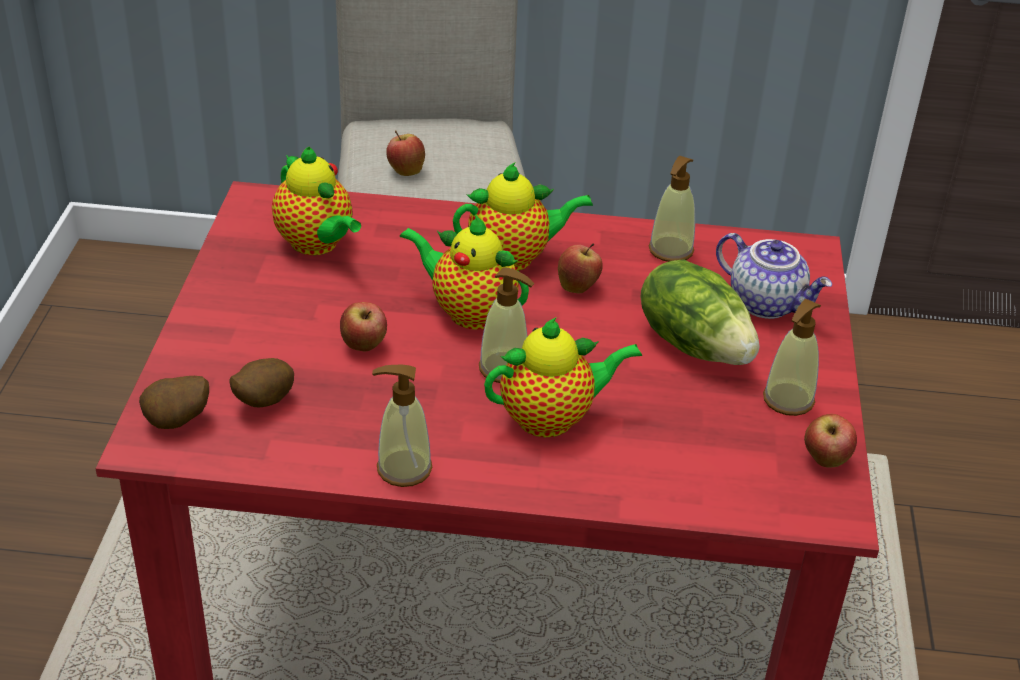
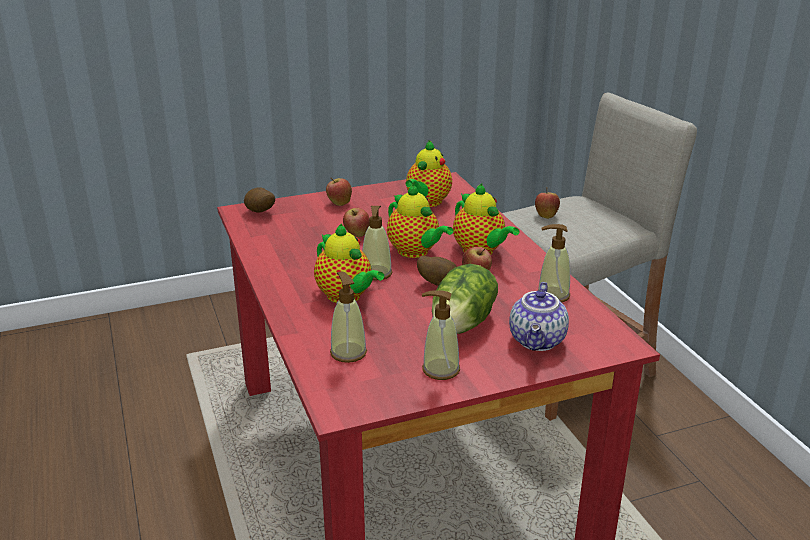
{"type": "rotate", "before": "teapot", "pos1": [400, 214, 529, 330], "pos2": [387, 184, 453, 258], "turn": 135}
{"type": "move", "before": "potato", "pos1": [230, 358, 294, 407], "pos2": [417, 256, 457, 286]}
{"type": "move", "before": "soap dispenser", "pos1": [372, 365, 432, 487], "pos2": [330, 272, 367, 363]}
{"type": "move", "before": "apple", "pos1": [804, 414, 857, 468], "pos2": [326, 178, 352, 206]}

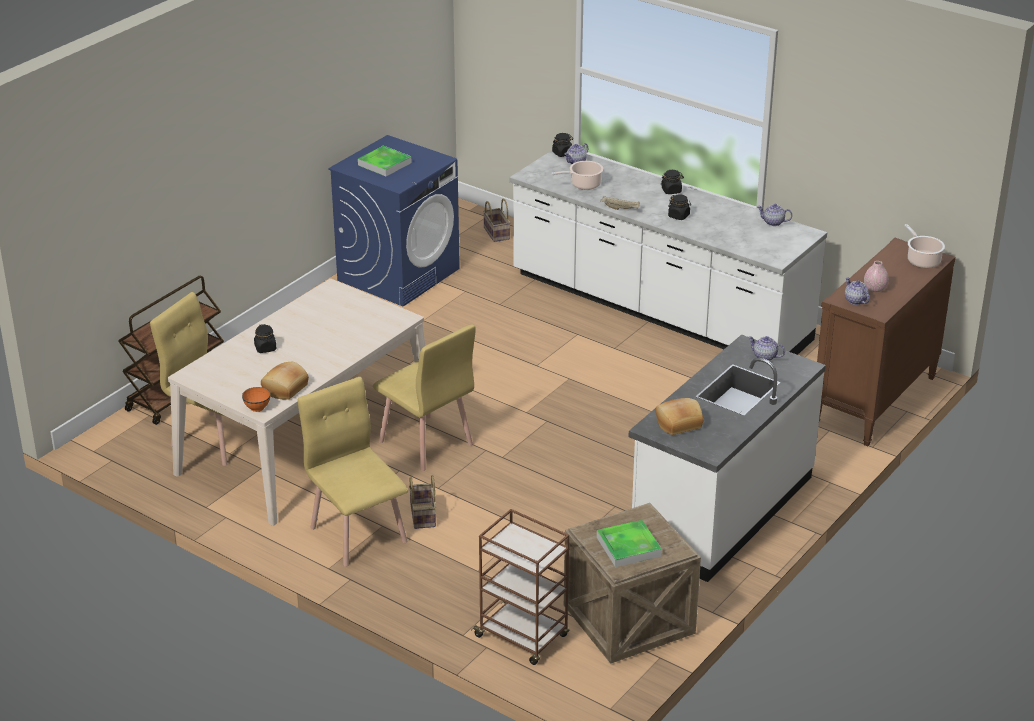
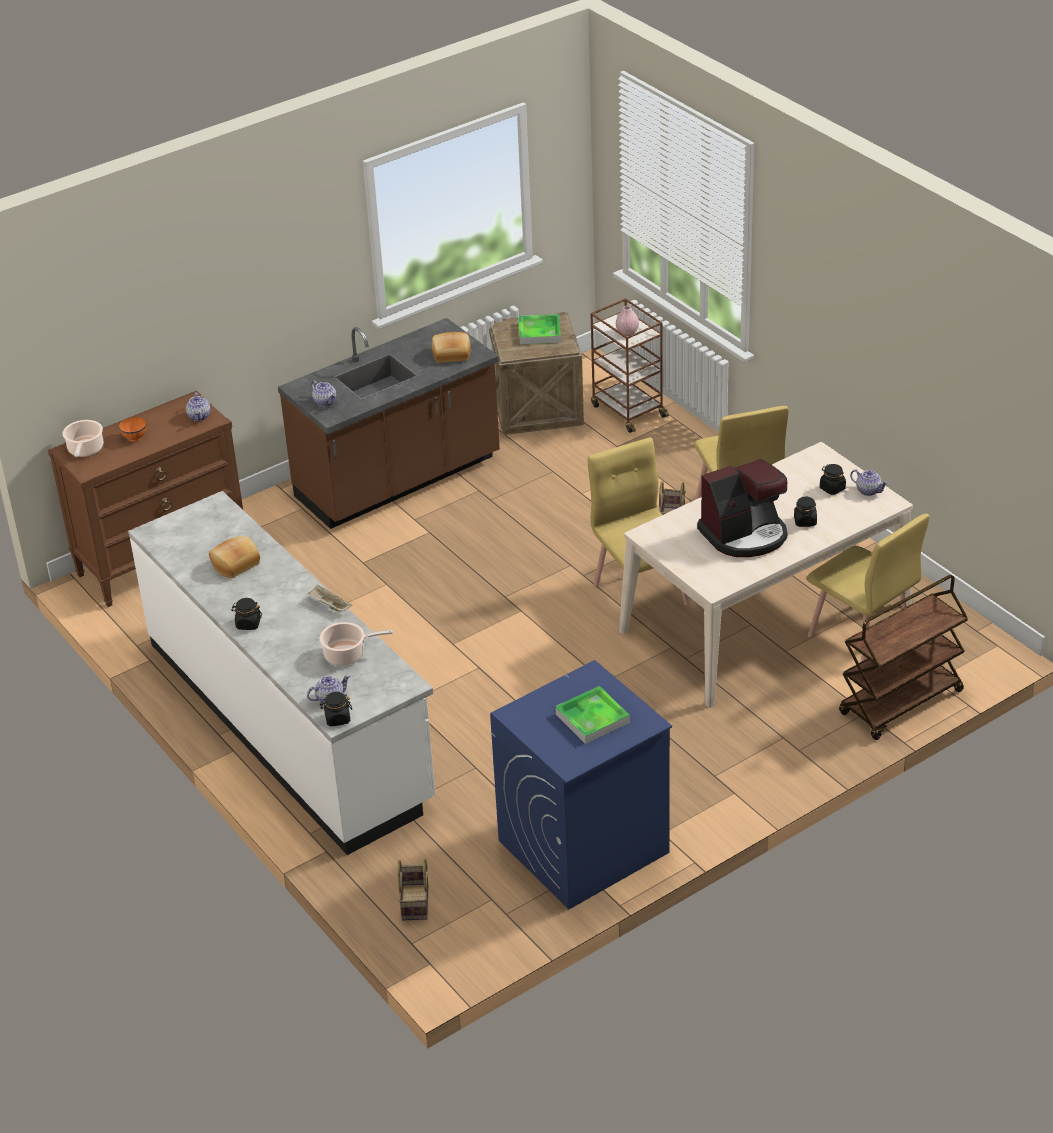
{"type": "move", "before": "black jar", "pos1": [668, 194, 691, 220], "pos2": [820, 464, 846, 495]}
{"type": "move", "before": "teapot", "pos1": [757, 204, 792, 226], "pos2": [850, 469, 888, 496]}
{"type": "move", "before": "pink vase", "pos1": [864, 261, 889, 292], "pos2": [616, 306, 639, 336]}
{"type": "recolor", "before": "white counter", "after": "brown counter", "pos1": [629, 334, 826, 582], "pos2": [278, 318, 500, 529]}
{"type": "move", "before": "bread", "pos1": [261, 362, 309, 400], "pos2": [209, 536, 260, 578]}
{"type": "move", "before": "orange bowl", "pos1": [242, 387, 270, 412], "pos2": [119, 417, 147, 441]}
{"type": "insert", "after": "coffee machine", "pos2": [697, 459, 787, 557]}

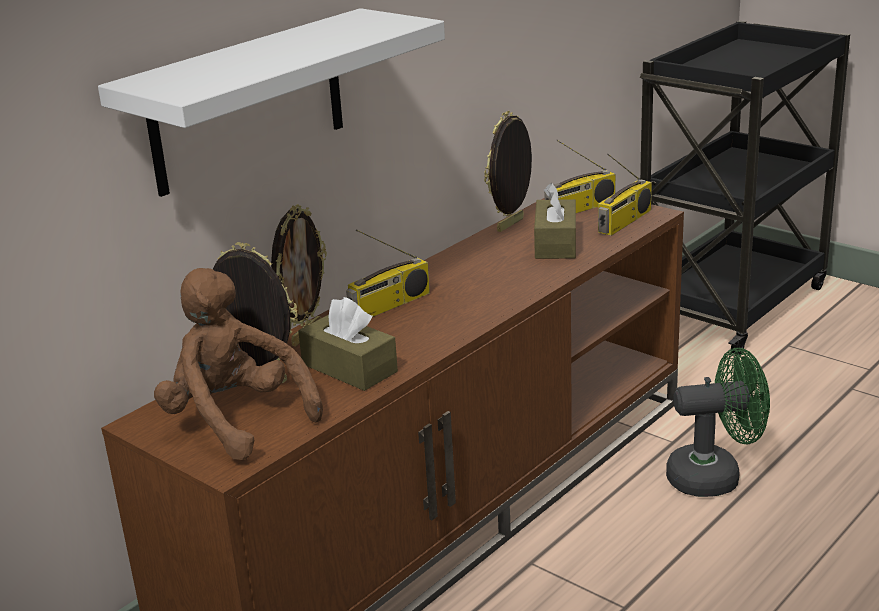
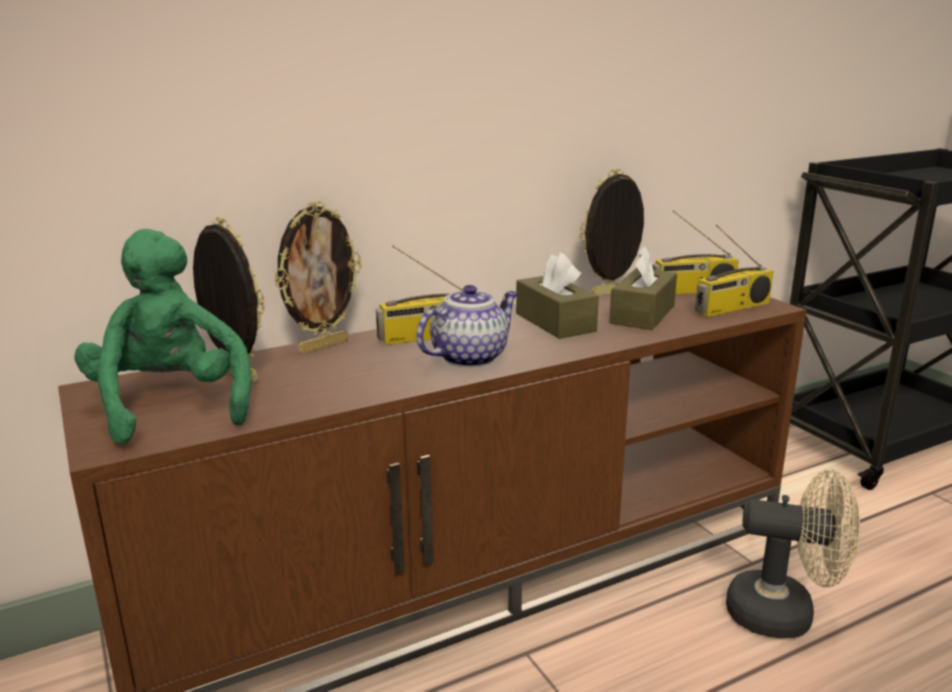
{"type": "delete", "before": "white shelf", "pos1": [98, 8, 445, 197]}
{"type": "recolor", "before": "brown plush toy", "after": "green plush toy", "pos1": [154, 268, 323, 460], "pos2": [74, 229, 251, 444]}
{"type": "move", "before": "brown tissue box", "pos1": [298, 297, 398, 391], "pos2": [516, 252, 599, 339]}
{"type": "recolor", "before": "green fan", "after": "beige fan", "pos1": [666, 348, 770, 497], "pos2": [726, 470, 860, 638]}
{"type": "insert", "after": "teapot", "pos2": [416, 285, 518, 368]}

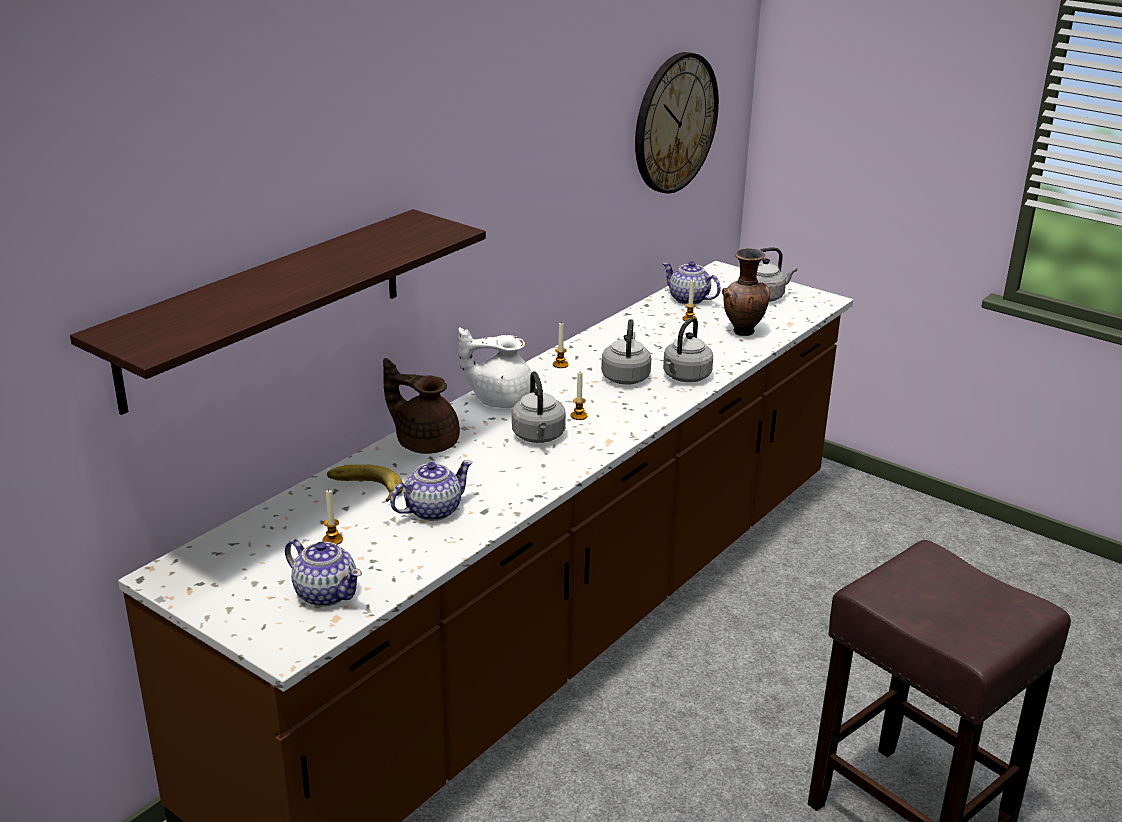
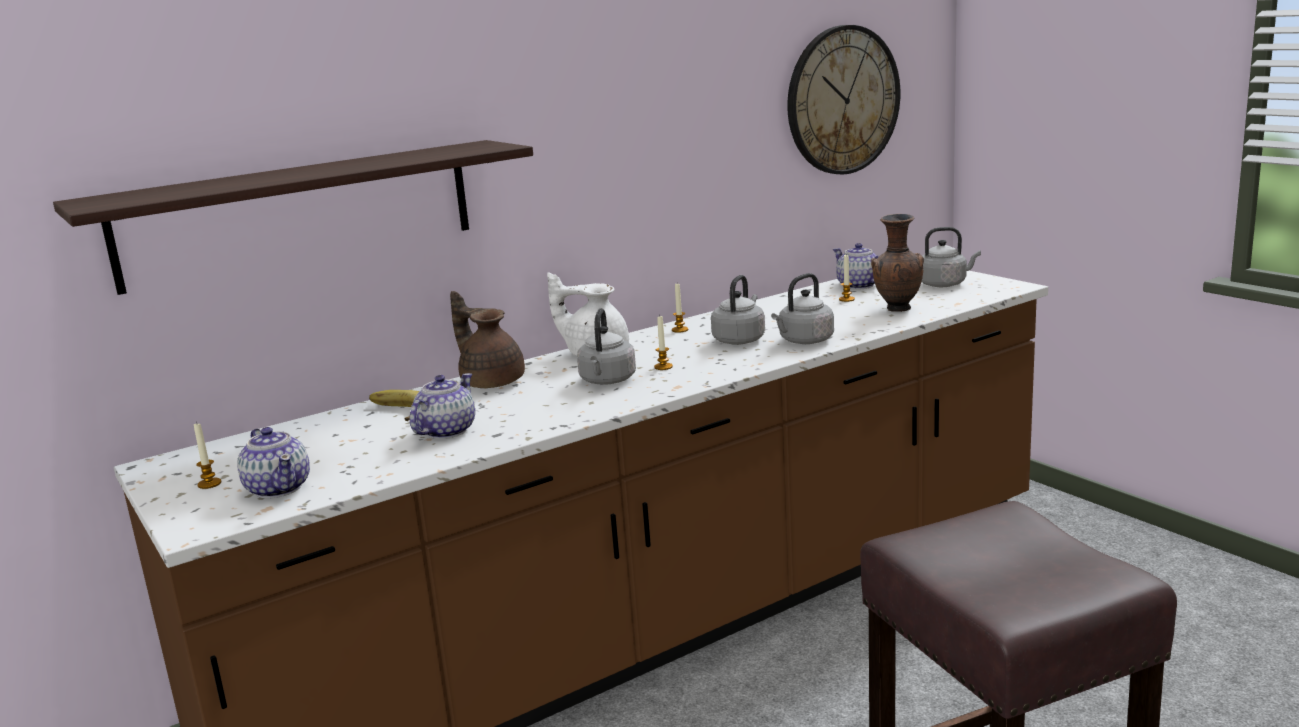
{"type": "rotate", "before": "teapot", "pos1": [390, 460, 473, 521], "pos2": [410, 373, 475, 439], "turn": -45}
{"type": "move", "before": "candle", "pos1": [323, 489, 343, 545], "pos2": [194, 422, 221, 489]}

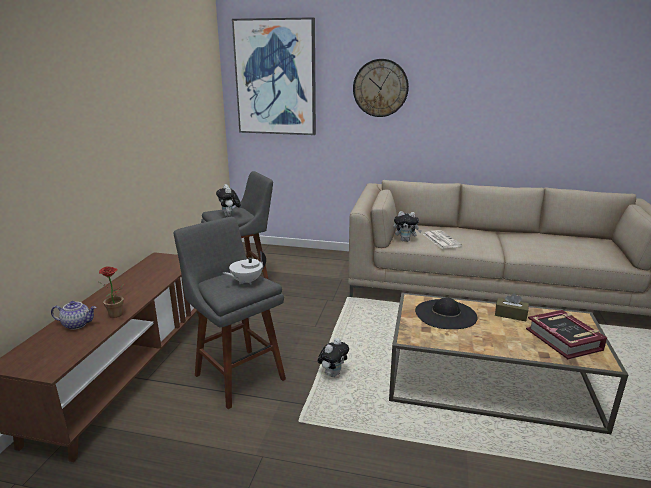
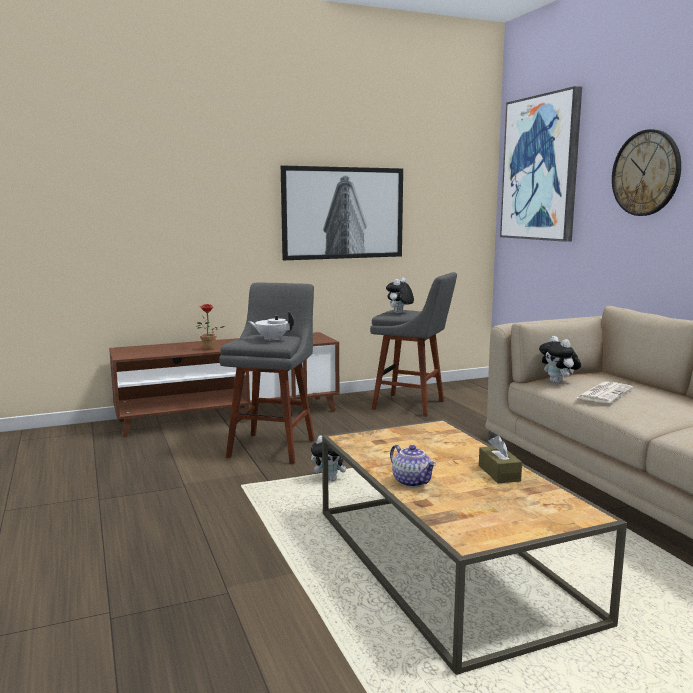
{"type": "delete", "before": "black hat", "pos1": [415, 297, 477, 329]}
{"type": "move", "before": "teapot", "pos1": [51, 301, 97, 330], "pos2": [390, 445, 436, 487]}
{"type": "delete", "before": "book", "pos1": [526, 310, 607, 359]}
{"type": "insert", "after": "picture", "pos2": [281, 165, 403, 260]}

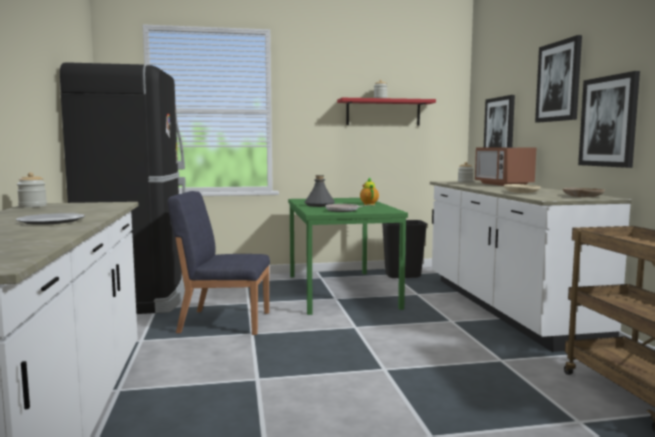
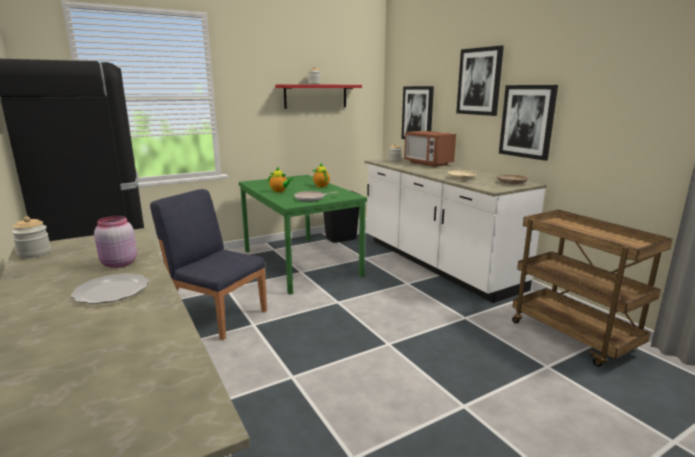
{"type": "replace", "before": "grey bottle", "after": "teapot", "pos1": [304, 175, 335, 207], "pos2": [268, 167, 294, 193]}
{"type": "rotate", "before": "blue chair", "pos1": [168, 191, 270, 335], "pos2": [150, 189, 267, 340], "turn": 45}
{"type": "insert", "after": "pink jar", "pos2": [94, 216, 137, 268]}

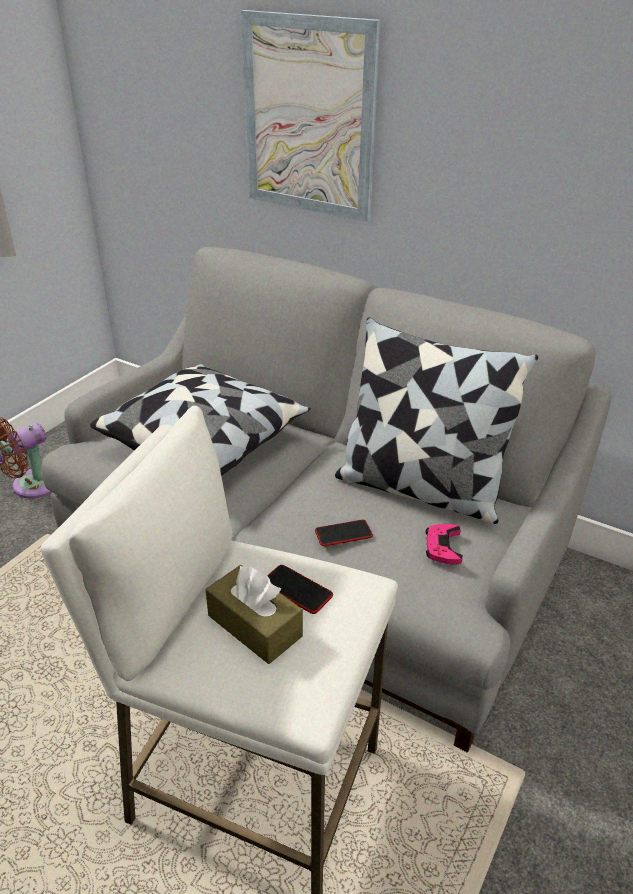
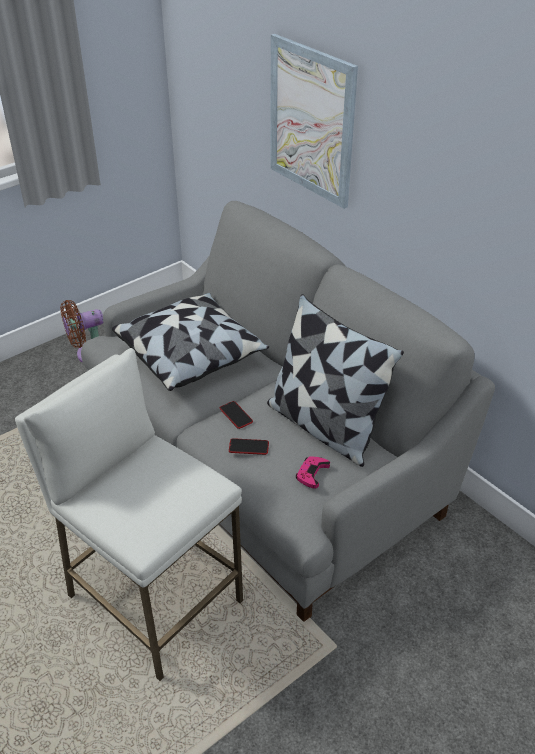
{"type": "delete", "before": "brown tissue box", "pos1": [205, 565, 303, 664]}
{"type": "move", "before": "phone", "pos1": [267, 565, 333, 614], "pos2": [220, 401, 253, 429]}

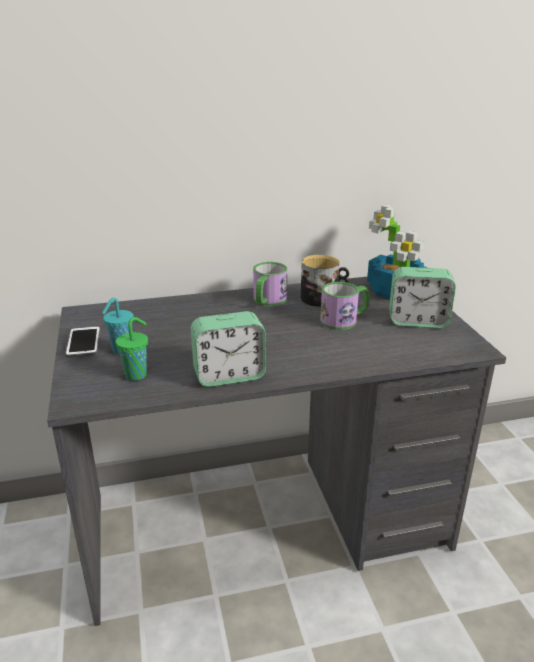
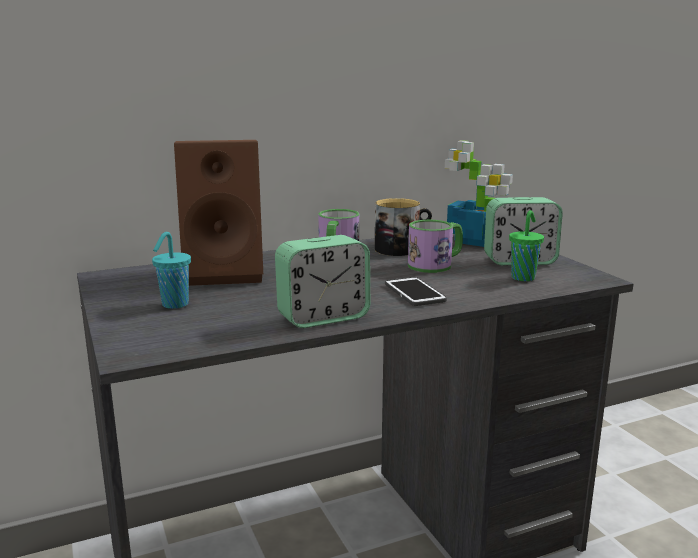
{"type": "move", "before": "green cup", "pos1": [116, 317, 148, 381], "pos2": [509, 210, 544, 281]}
{"type": "move", "before": "phone", "pos1": [65, 326, 100, 358], "pos2": [385, 277, 447, 306]}
{"type": "insert", "after": "brown speaker", "pos2": [174, 140, 263, 286]}

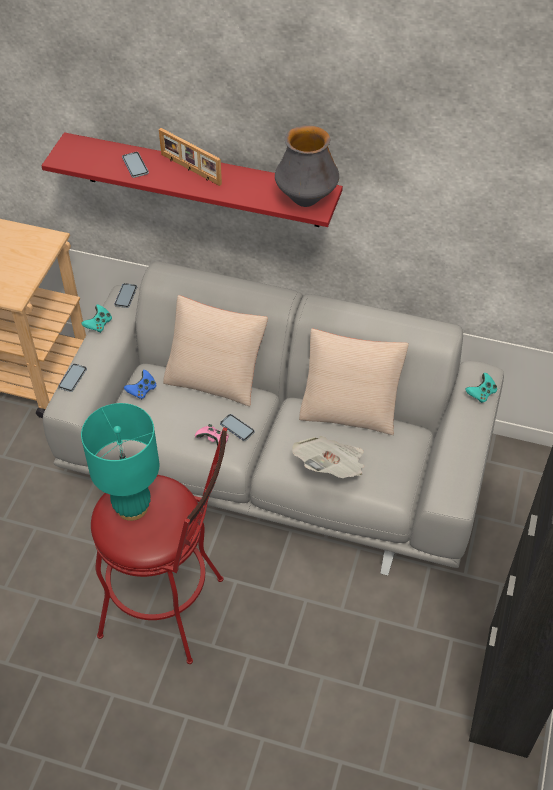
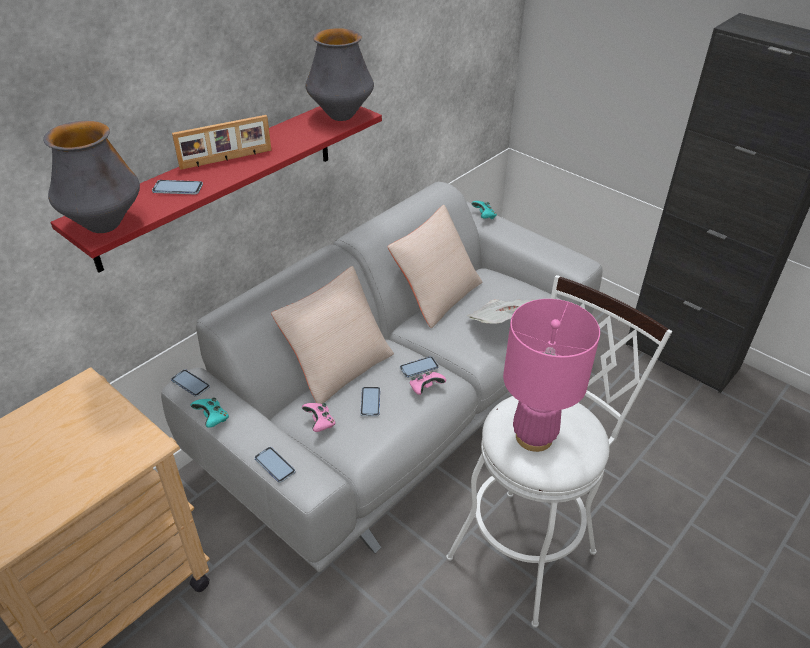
{"type": "recolor", "before": "blue game controller", "after": "pink game controller", "pos1": [124, 370, 157, 400], "pos2": [302, 403, 335, 432]}
{"type": "recolor", "before": "turquoise table lamp", "after": "pink table lamp", "pos1": [81, 403, 159, 521], "pos2": [503, 299, 600, 452]}
{"type": "recolor", "before": "red stool", "after": "white stool", "pos1": [91, 427, 227, 664], "pos2": [446, 275, 672, 628]}
{"type": "insert", "after": "vase", "pos2": [43, 121, 140, 233]}
{"type": "insert", "after": "phone", "pos2": [360, 387, 380, 416]}

